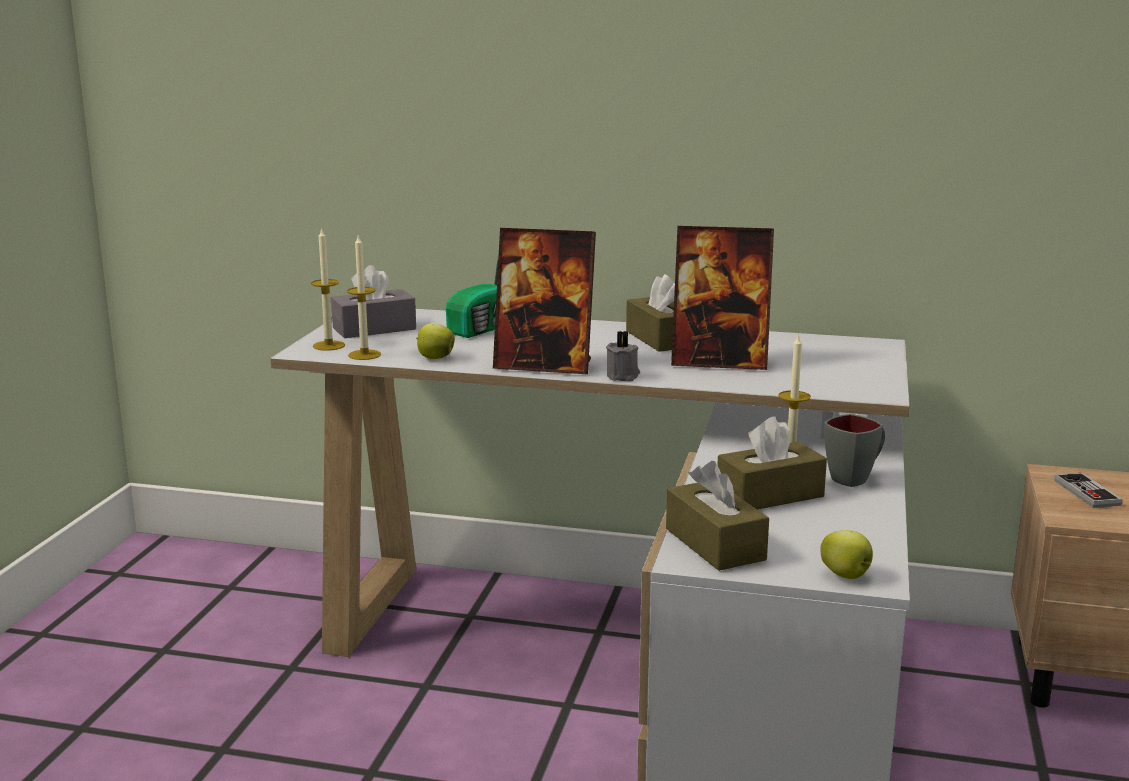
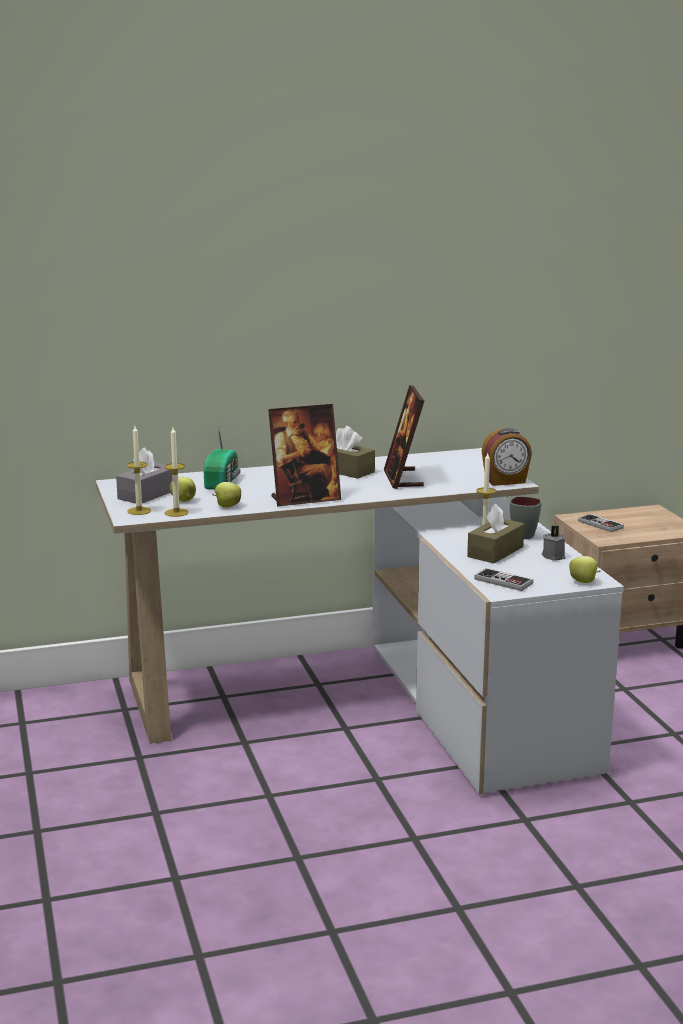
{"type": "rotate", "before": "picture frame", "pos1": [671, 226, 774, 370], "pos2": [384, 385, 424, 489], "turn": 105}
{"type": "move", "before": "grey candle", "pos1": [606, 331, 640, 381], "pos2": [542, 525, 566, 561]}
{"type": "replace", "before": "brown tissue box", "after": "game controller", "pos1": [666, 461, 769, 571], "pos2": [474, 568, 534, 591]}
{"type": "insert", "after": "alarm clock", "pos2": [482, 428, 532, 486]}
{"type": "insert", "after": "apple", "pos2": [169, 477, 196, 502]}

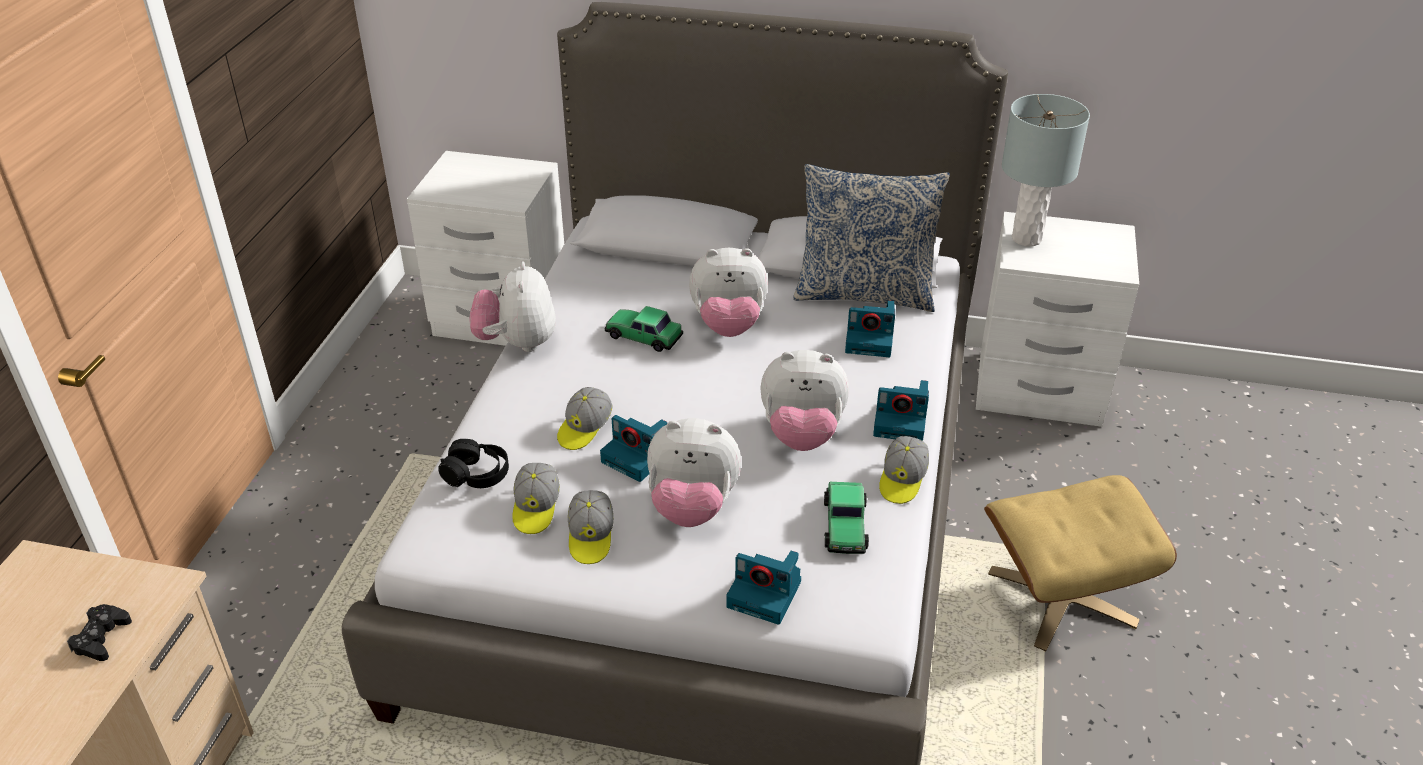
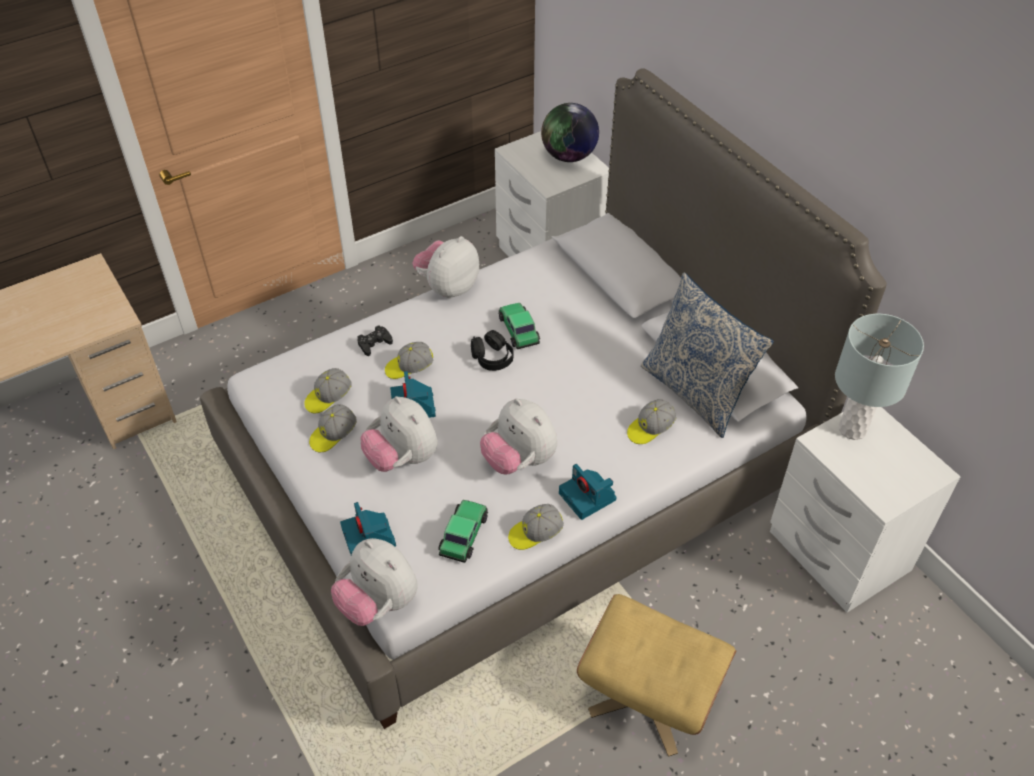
{"type": "move", "before": "plush toy", "pos1": [689, 248, 768, 337], "pos2": [331, 538, 418, 626]}
{"type": "replace", "before": "photo camera", "after": "cap", "pos1": [845, 301, 895, 357], "pos2": [627, 399, 676, 444]}
{"type": "move", "before": "black headphones", "pos1": [438, 439, 509, 488], "pos2": [471, 330, 513, 371]}
{"type": "rotate", "before": "toy car", "pos1": [824, 482, 869, 554], "pos2": [438, 500, 488, 563], "turn": 150}
{"type": "move", "before": "black game controller", "pos1": [67, 604, 132, 661], "pos2": [357, 326, 393, 356]}
{"type": "insert", "after": "globe", "pos2": [541, 103, 599, 162]}

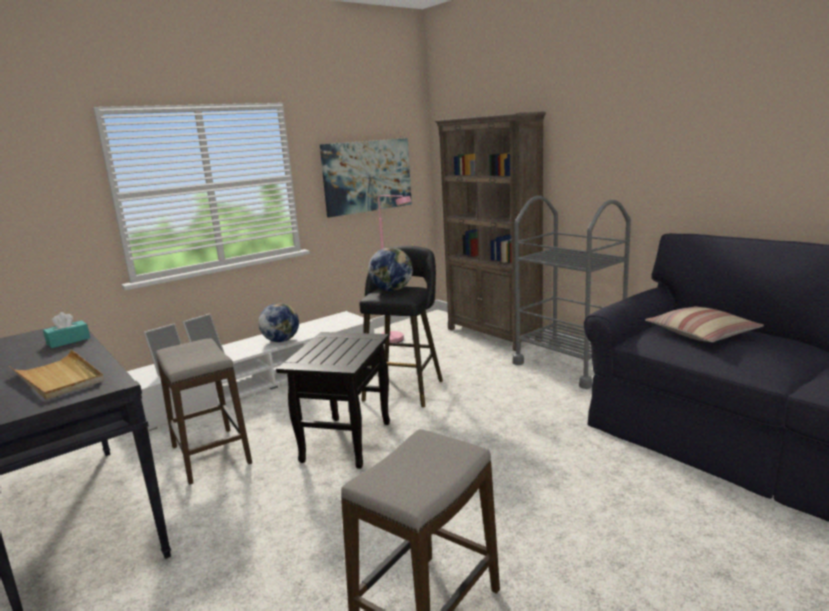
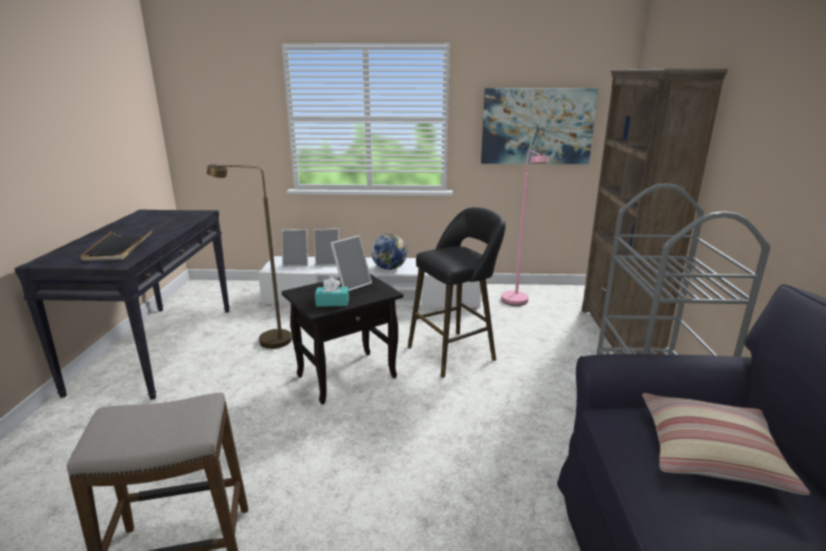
{"type": "delete", "before": "globe", "pos1": [368, 247, 413, 291]}
{"type": "move", "before": "turquoise tissue box", "pos1": [43, 312, 90, 348], "pos2": [315, 277, 349, 307]}
{"type": "replace", "before": "stool", "after": "brown floor lamp", "pos1": [156, 339, 252, 485], "pos2": [207, 164, 292, 349]}
{"type": "recolor", "before": "beige tray", "after": "black tray", "pos1": [9, 349, 104, 400], "pos2": [80, 230, 153, 261]}
{"type": "insert", "after": "picture frame", "pos2": [331, 235, 372, 291]}

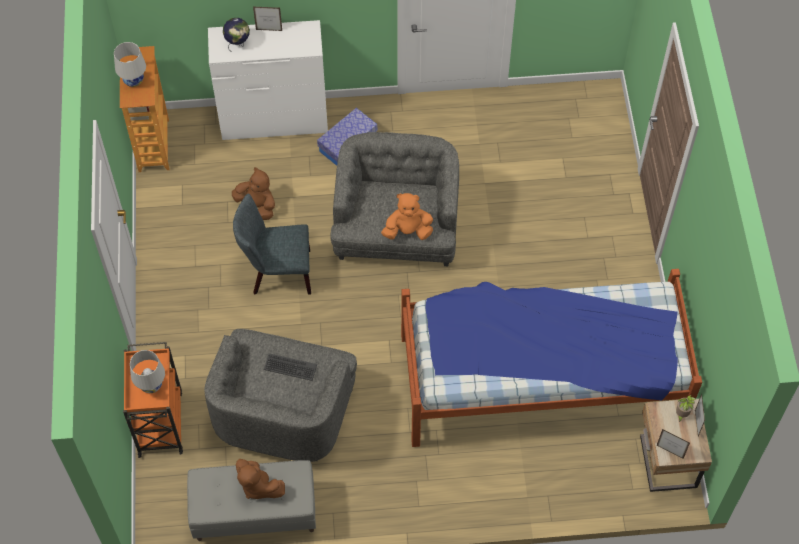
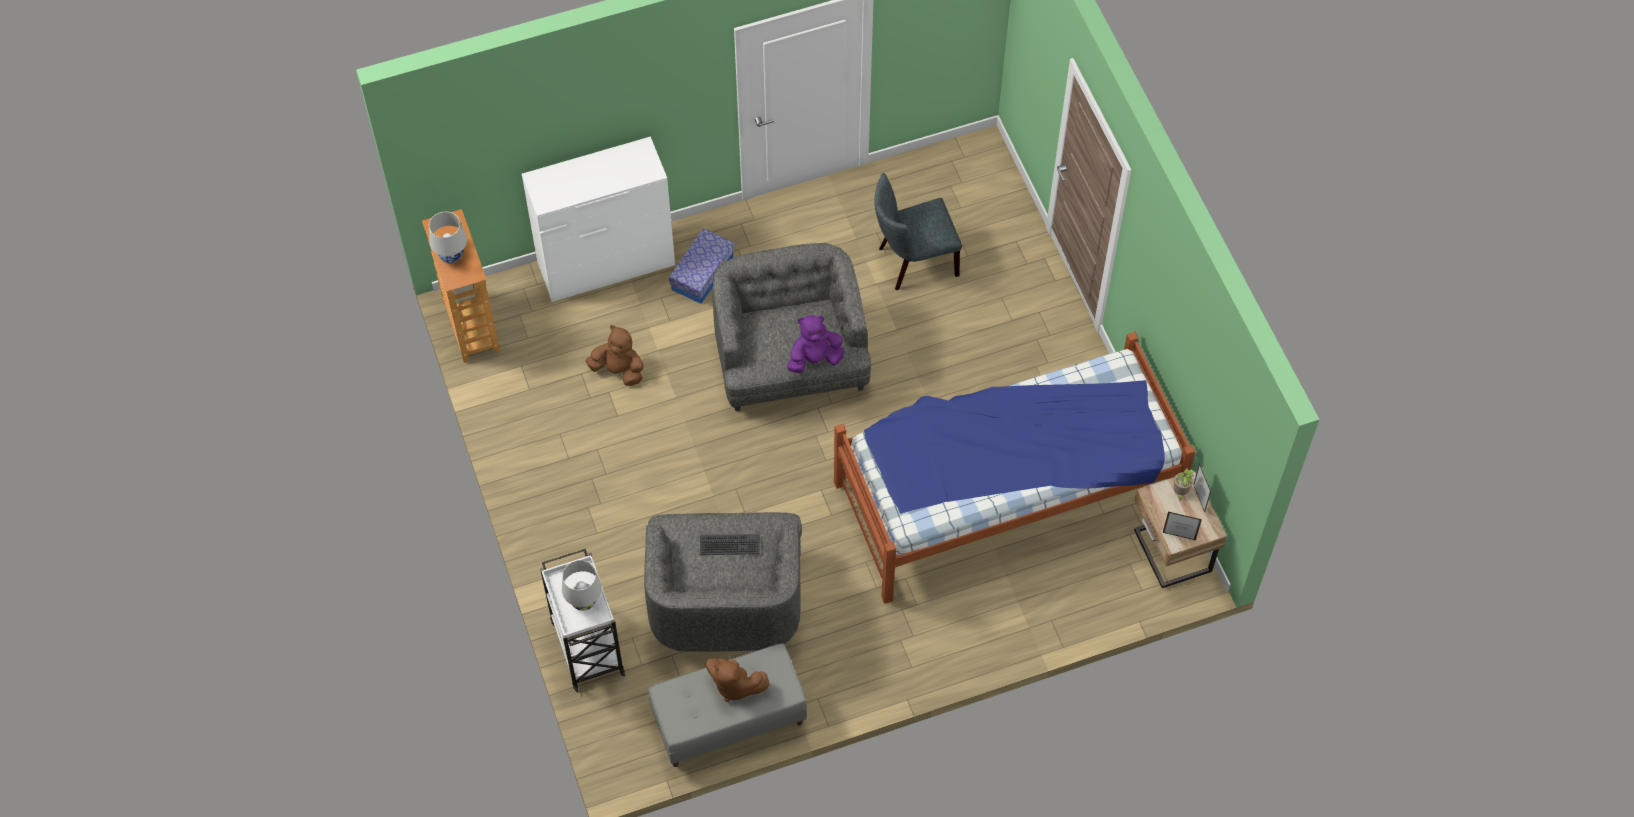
{"type": "delete", "before": "picture frame", "pos1": [253, 7, 282, 31]}
{"type": "delete", "before": "globe", "pos1": [223, 18, 250, 52]}
{"type": "recolor", "before": "orange plush toy", "after": "purple plush toy", "pos1": [381, 193, 433, 240], "pos2": [787, 315, 844, 373]}
{"type": "move", "before": "grey chair", "pos1": [233, 194, 311, 295], "pos2": [874, 173, 962, 291]}
{"type": "recolor", "before": "orange cart", "after": "white cart", "pos1": [123, 342, 183, 458], "pos2": [540, 549, 625, 692]}

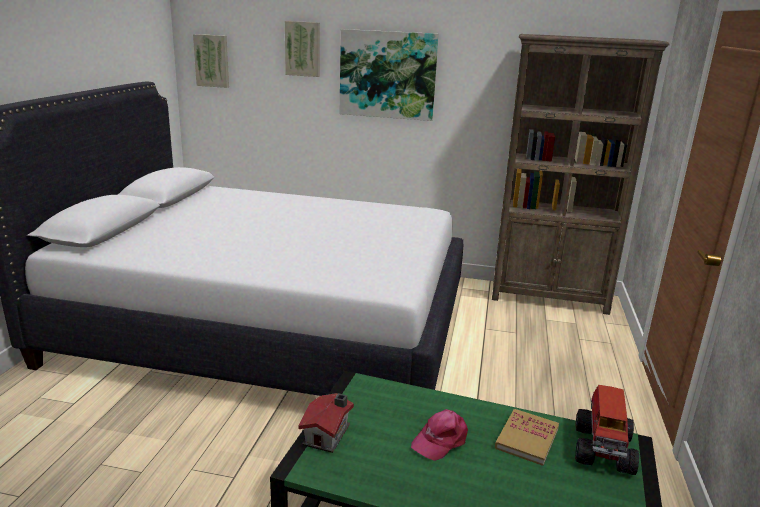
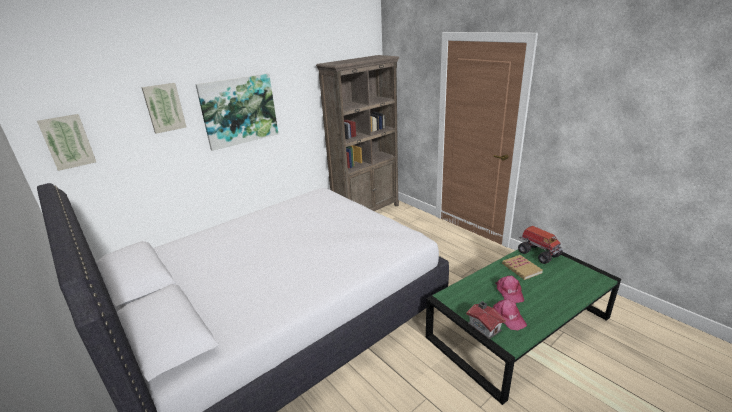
{"type": "insert", "after": "pink cap", "pos2": [493, 299, 527, 330]}

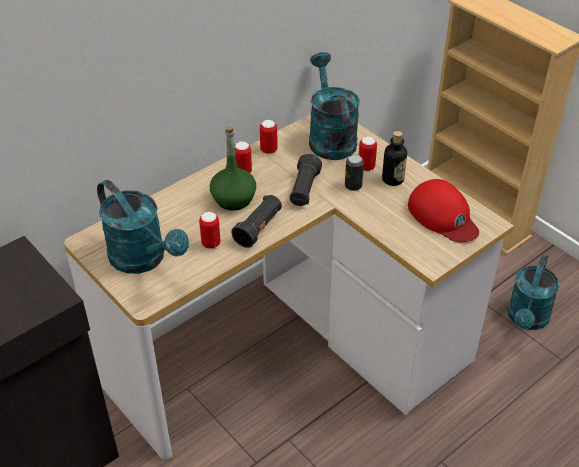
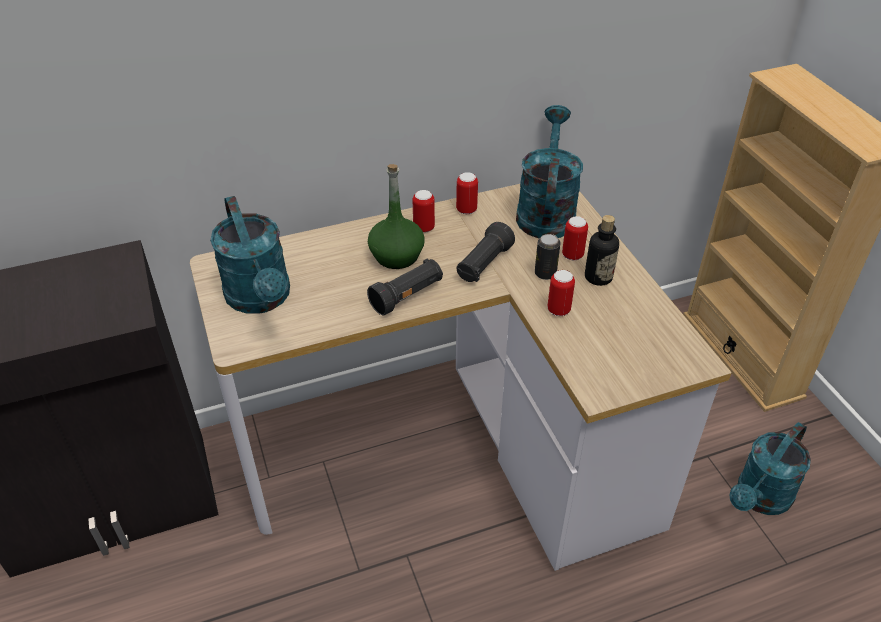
{"type": "delete", "before": "red cap", "pos1": [408, 179, 479, 242]}
{"type": "move", "before": "can", "pos1": [199, 212, 220, 249], "pos2": [547, 270, 575, 316]}

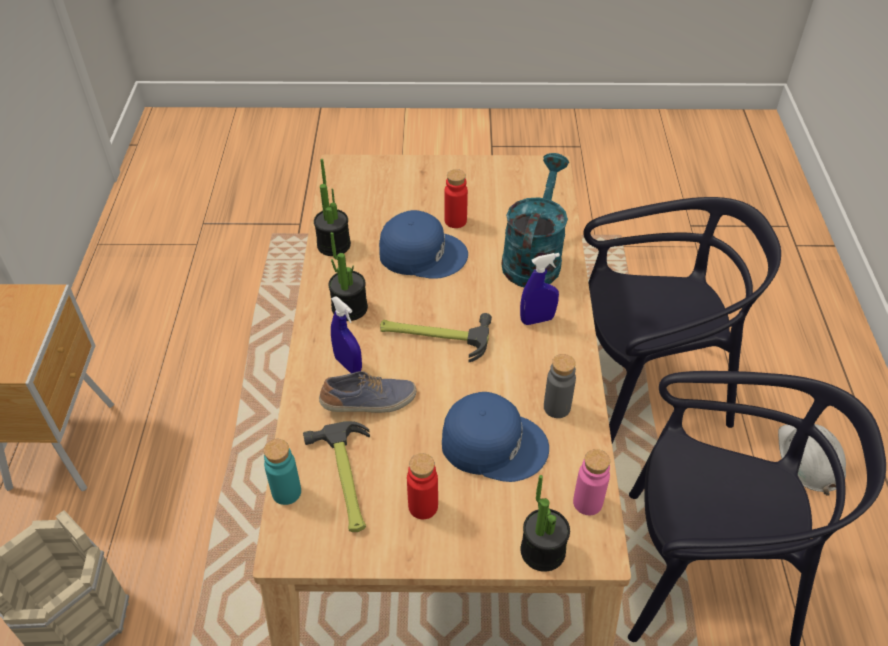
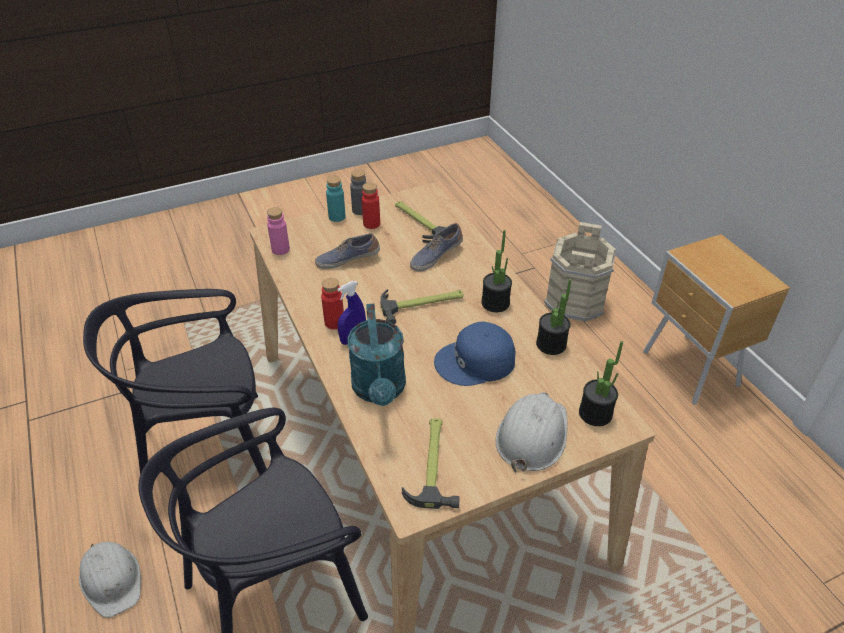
{"type": "move", "before": "red bottle", "pos1": [444, 169, 468, 228], "pos2": [321, 278, 344, 329]}
{"type": "delete", "before": "blue spray bottle", "pos1": [331, 296, 362, 373]}
{"type": "move", "before": "grey bottle", "pos1": [544, 354, 576, 418], "pos2": [350, 169, 366, 215]}
{"type": "replace", "before": "blue cap", "after": "shoe", "pos1": [442, 392, 549, 482], "pos2": [315, 233, 380, 269]}
{"type": "move", "before": "turquoise bottle", "pos1": [264, 439, 301, 505], "pos2": [326, 176, 346, 222]}
{"type": "move", "before": "potted plant", "pos1": [521, 475, 570, 572], "pos2": [579, 341, 623, 426]}
{"type": "insert", "after": "white hard hat", "pos2": [496, 392, 567, 472]}
{"type": "insert", "after": "hammer", "pos2": [402, 418, 460, 509]}

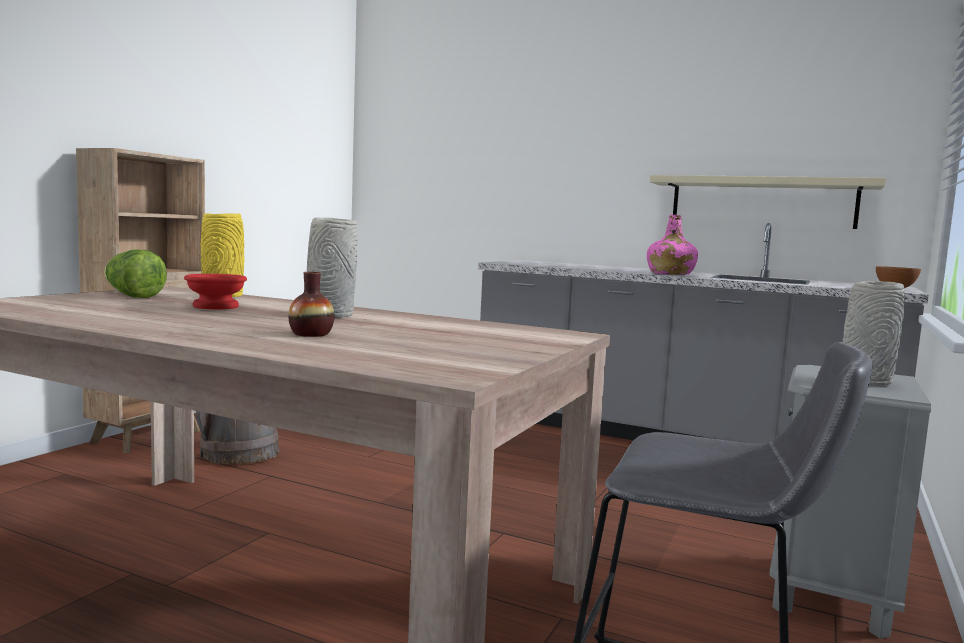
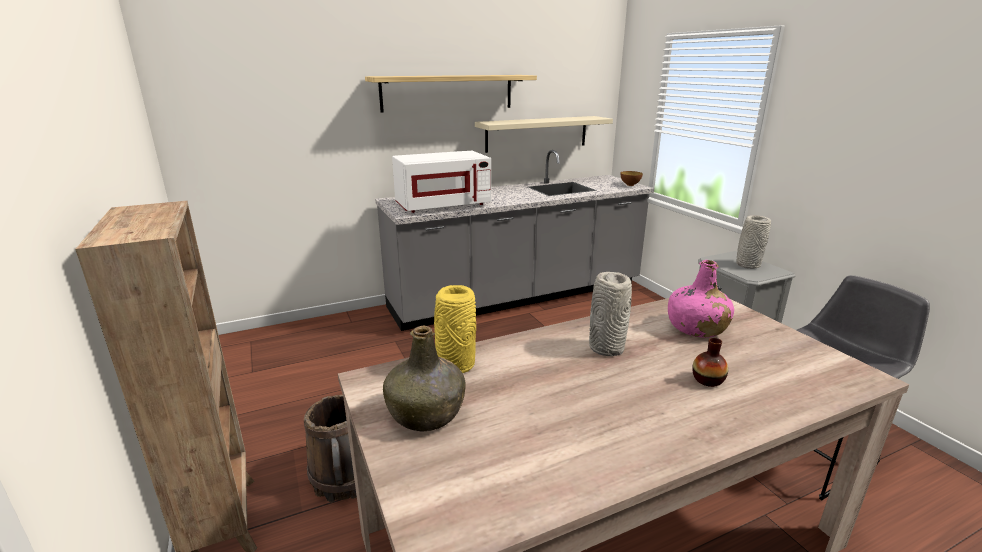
{"type": "move", "before": "pink bottle", "pos1": [647, 215, 698, 275], "pos2": [668, 260, 734, 338]}
{"type": "replace", "before": "lettuce", "after": "green bottle", "pos1": [104, 249, 167, 298], "pos2": [383, 326, 466, 432]}
{"type": "delete", "before": "red bowl", "pos1": [184, 274, 247, 309]}
{"type": "insert", "after": "shelf", "pos2": [365, 75, 537, 113]}
{"type": "insert", "after": "white microwave", "pos2": [392, 151, 491, 213]}

